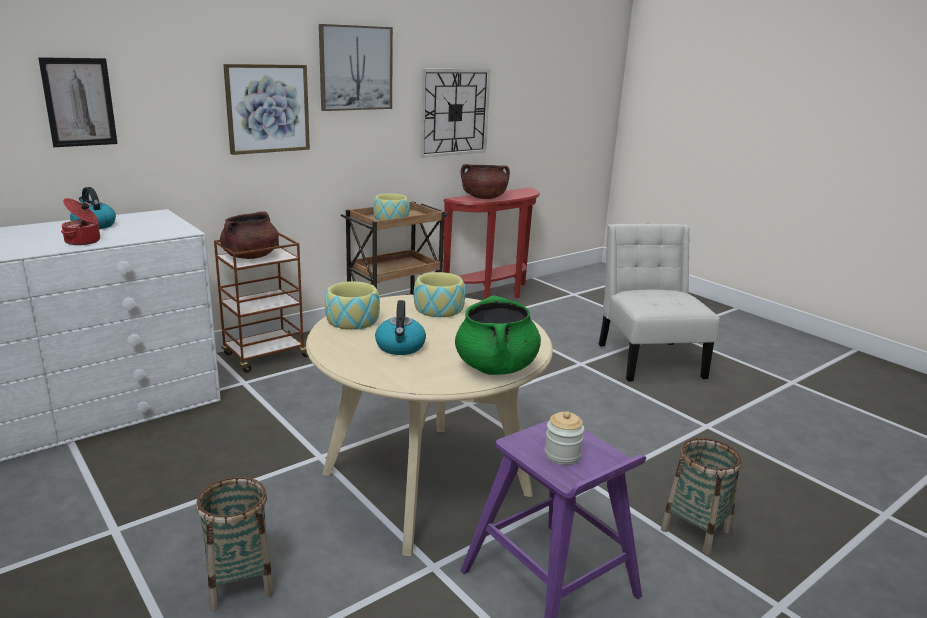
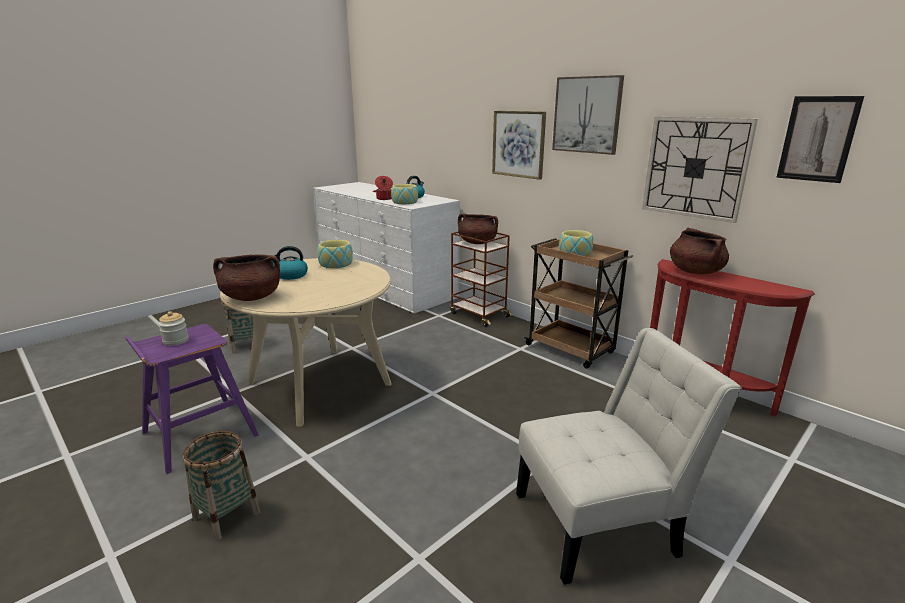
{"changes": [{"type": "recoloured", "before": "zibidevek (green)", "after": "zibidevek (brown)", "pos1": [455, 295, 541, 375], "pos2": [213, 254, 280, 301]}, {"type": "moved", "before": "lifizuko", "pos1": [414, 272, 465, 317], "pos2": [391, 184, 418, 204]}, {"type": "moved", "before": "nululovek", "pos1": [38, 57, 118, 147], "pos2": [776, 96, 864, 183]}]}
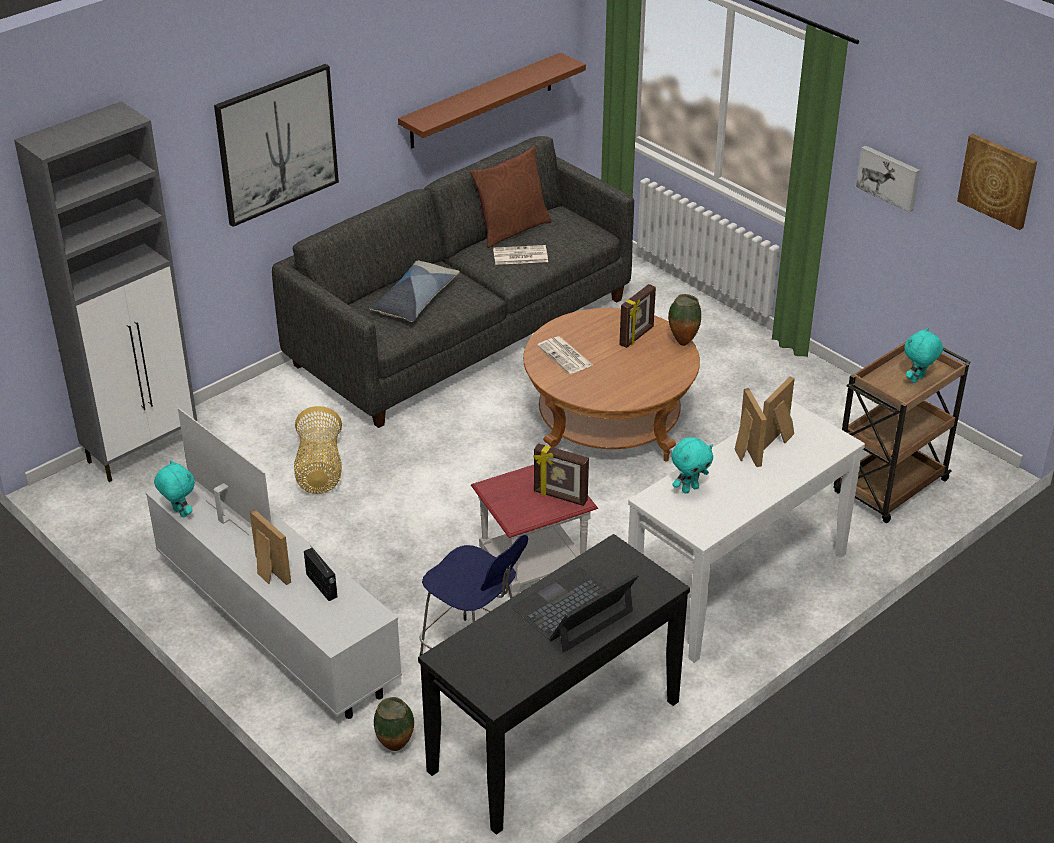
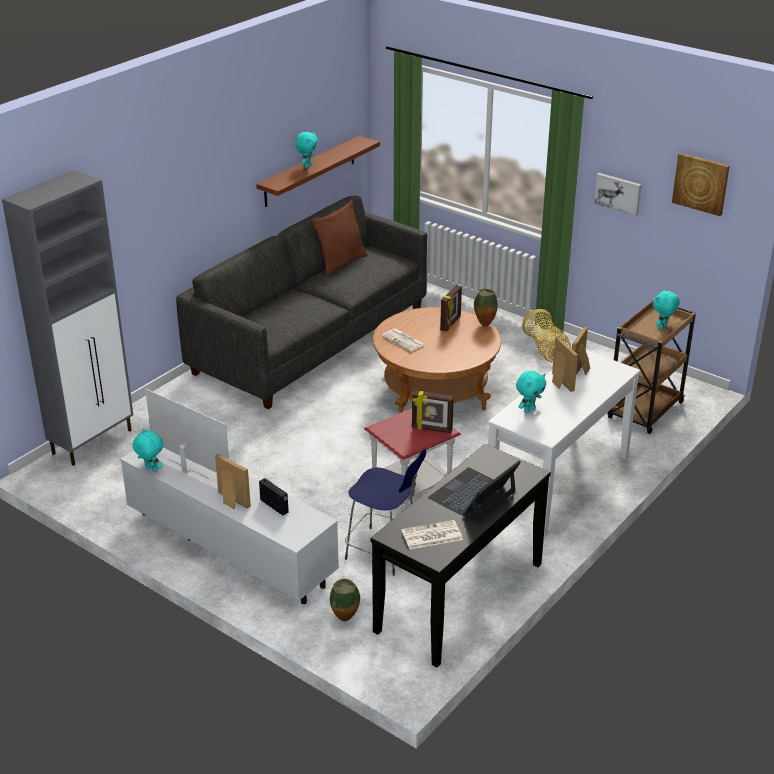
{"changes": [{"type": "added", "after": "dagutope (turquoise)", "pos2": [295, 132, 318, 168]}, {"type": "moved", "before": "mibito", "pos1": [493, 245, 548, 265], "pos2": [402, 520, 463, 549]}, {"type": "moved", "before": "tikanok", "pos1": [294, 406, 342, 494], "pos2": [522, 309, 571, 363]}, {"type": "removed", "before": "nululovek", "pos1": [214, 64, 339, 227]}, {"type": "removed", "before": "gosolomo", "pos1": [369, 260, 460, 322]}]}
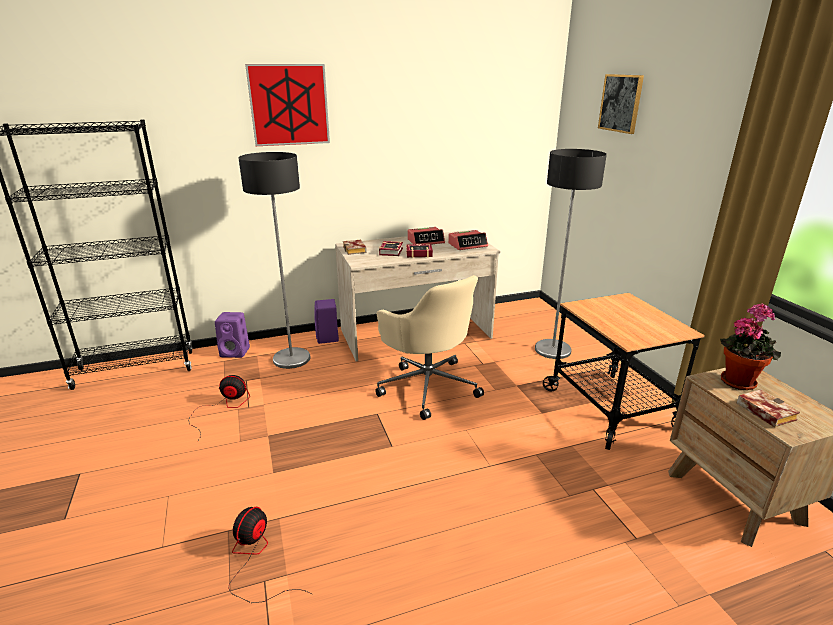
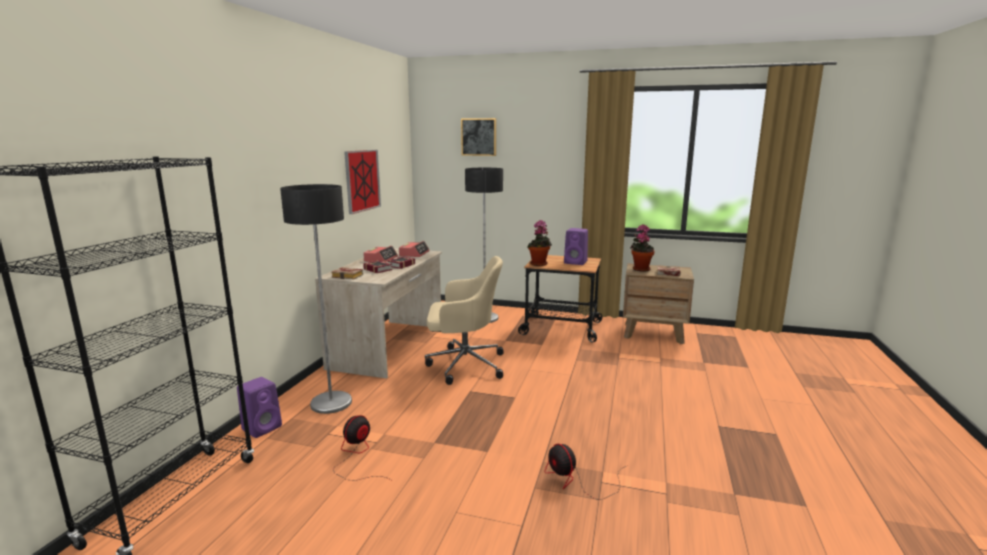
{"changes": [{"type": "moved", "before": "nululovek", "pos1": [245, 64, 330, 146], "pos2": [344, 150, 381, 214]}, {"type": "added", "after": "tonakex", "pos2": [527, 220, 552, 266]}, {"type": "moved", "before": "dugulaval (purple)", "pos1": [314, 299, 339, 344], "pos2": [564, 228, 588, 265]}]}
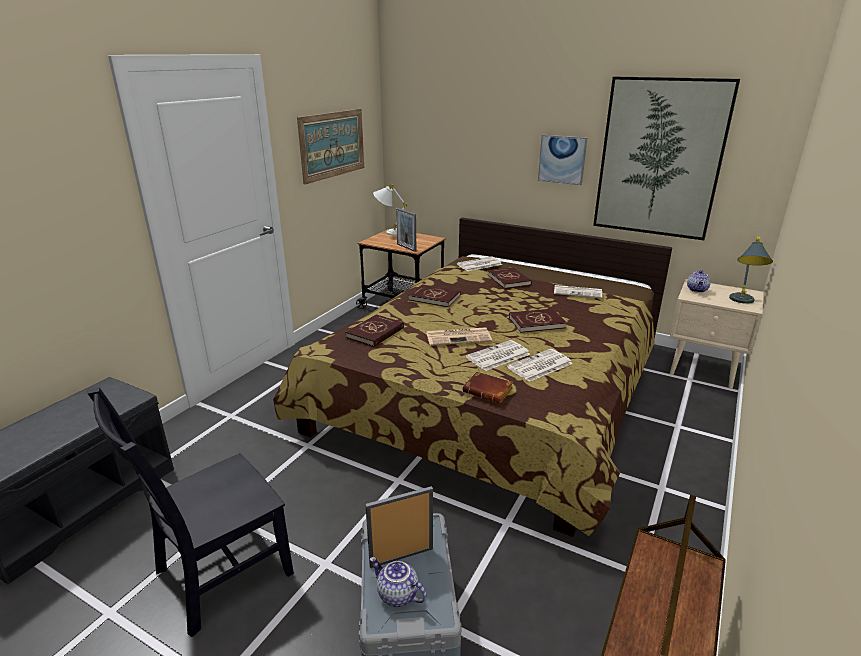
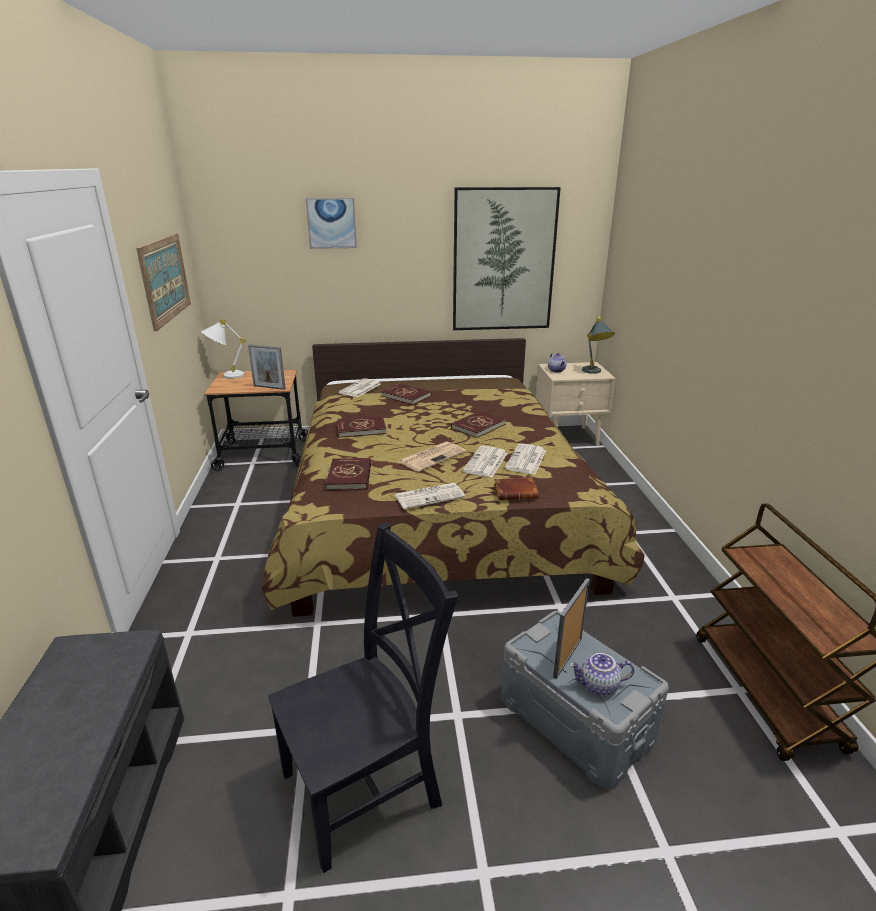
{"changes": [{"type": "turned", "before": "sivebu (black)", "pos1": [87, 388, 294, 637], "pos2": [268, 522, 458, 873], "turn": -135}, {"type": "moved", "before": "nululovek", "pos1": [538, 135, 587, 185], "pos2": [306, 198, 357, 249]}, {"type": "moved", "before": "mibito", "pos1": [554, 285, 602, 298], "pos2": [395, 483, 465, 509]}]}
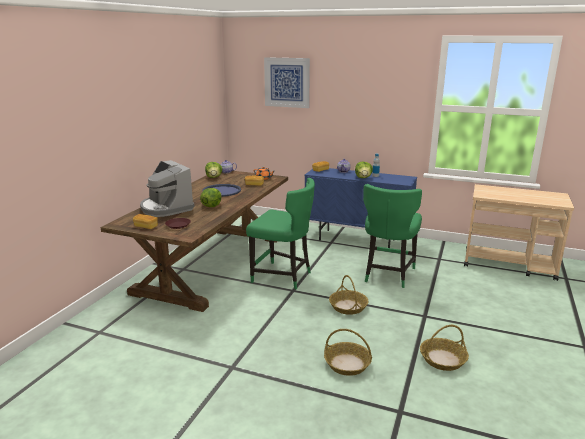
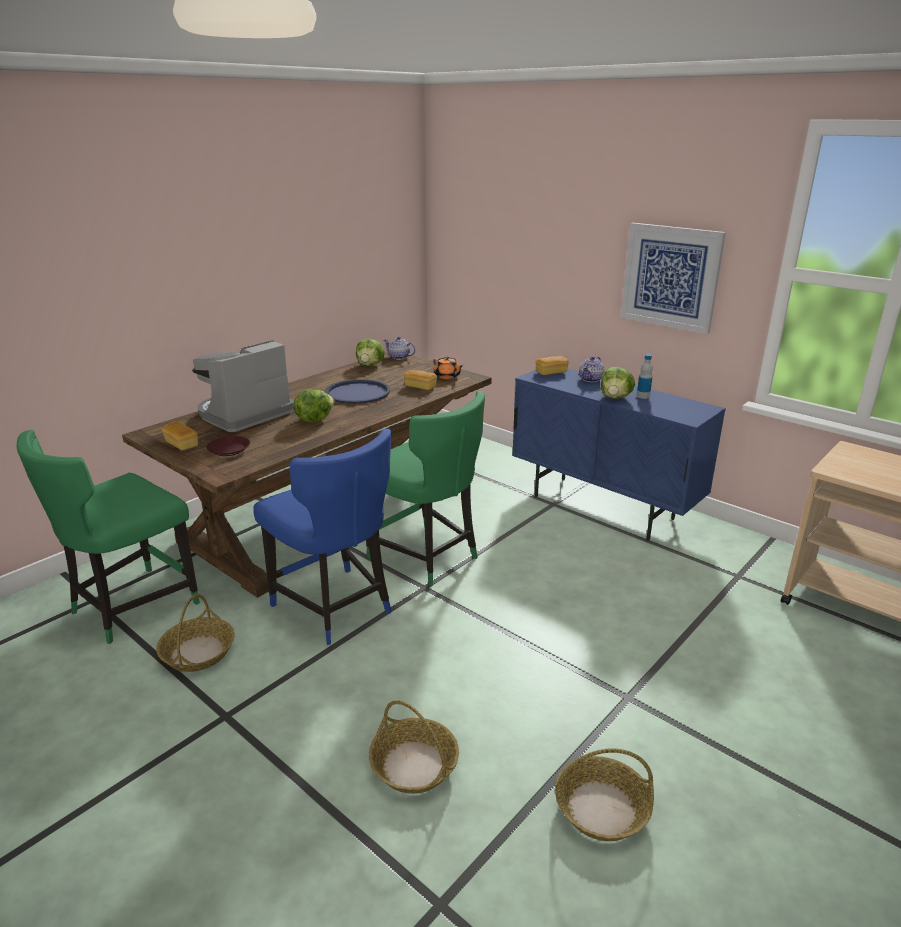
{"changes": [{"type": "moved", "before": "sivebu (green)", "pos1": [363, 184, 422, 288], "pos2": [17, 430, 200, 644]}, {"type": "moved", "before": "tikanok", "pos1": [329, 275, 368, 315], "pos2": [156, 594, 235, 672]}, {"type": "turned", "before": "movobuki", "pos1": [140, 160, 194, 217], "pos2": [192, 340, 294, 432], "turn": 60}, {"type": "added", "after": "sivebu (blue)", "pos2": [253, 429, 392, 645]}, {"type": "moved", "before": "nululovek", "pos1": [264, 57, 310, 108], "pos2": [621, 223, 726, 334]}]}
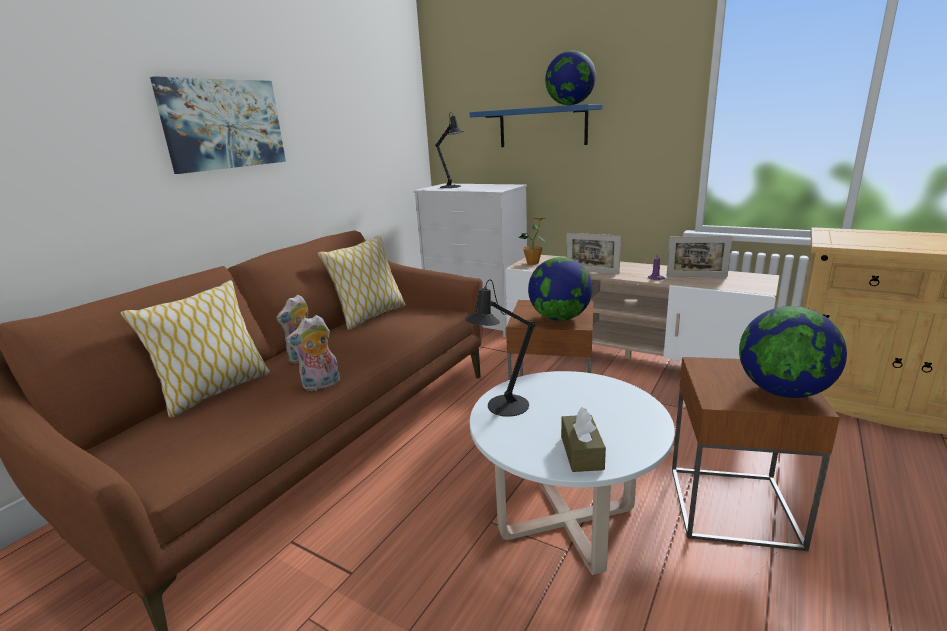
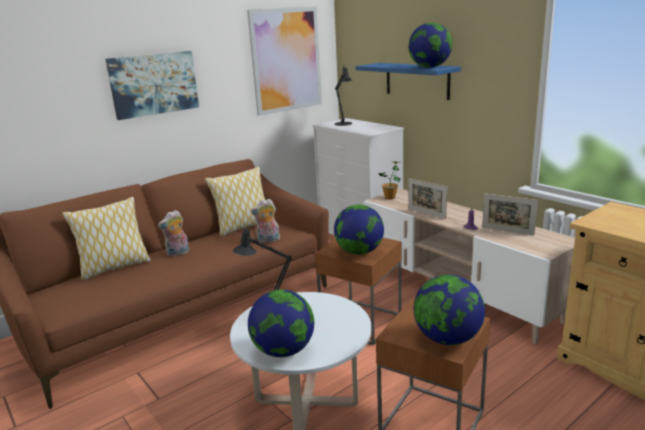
{"changes": [{"type": "added", "after": "nululovek", "pos2": [247, 6, 322, 116]}, {"type": "replaced", "before": "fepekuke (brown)", "after": "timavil", "pos1": [561, 407, 606, 472], "pos2": [248, 290, 314, 357]}, {"type": "moved", "before": "dagutope", "pos1": [286, 315, 340, 391], "pos2": [250, 199, 281, 243]}]}
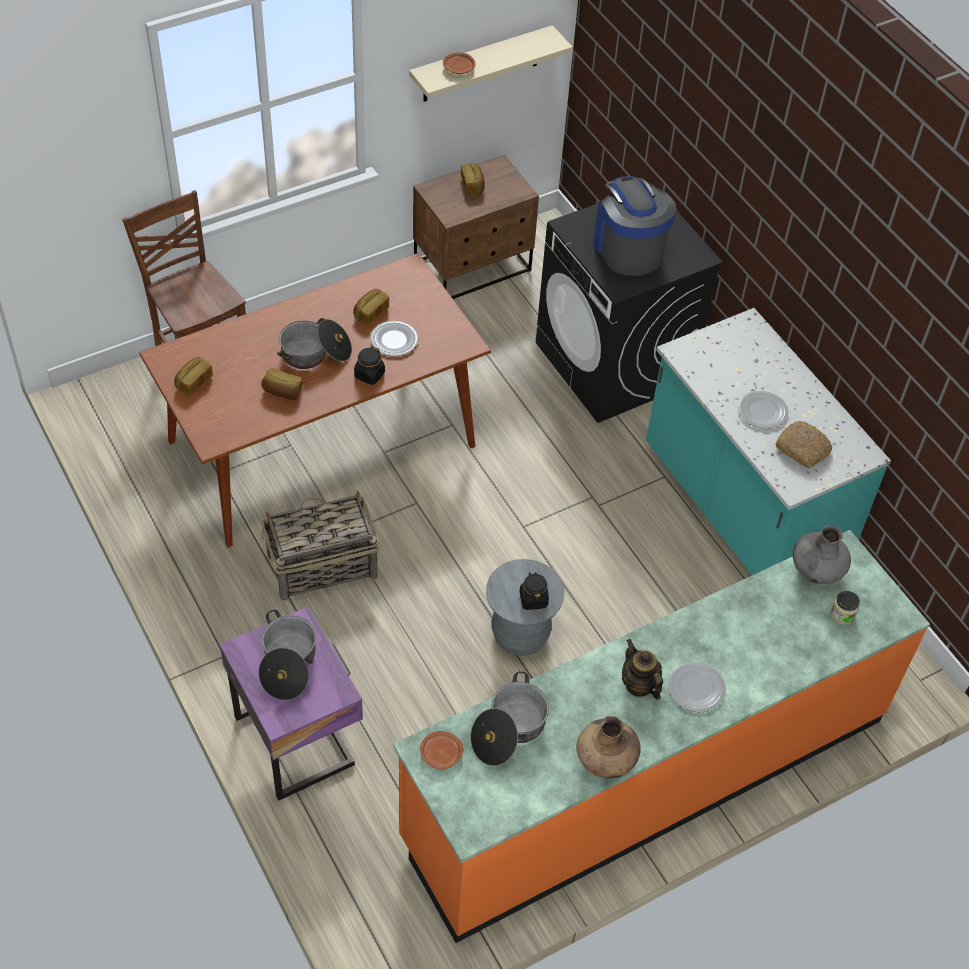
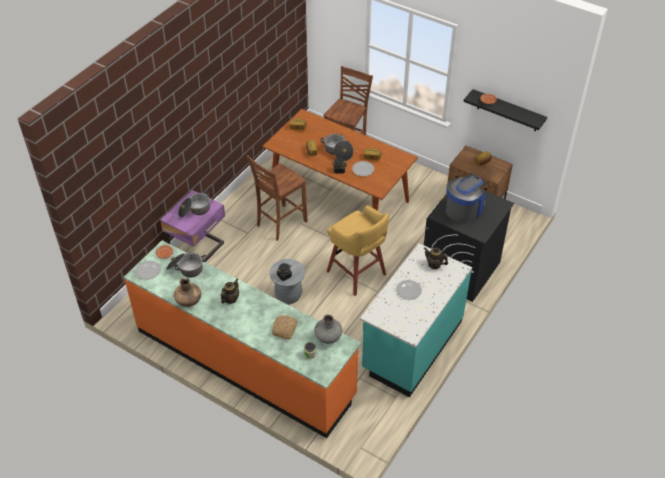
{"changes": [{"type": "moved", "before": "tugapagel", "pos1": [668, 662, 726, 712], "pos2": [136, 261, 161, 280]}, {"type": "replaced", "before": "tikanok", "after": "sivebu (brown)", "pos1": [262, 491, 379, 601], "pos2": [247, 155, 308, 241]}, {"type": "moved", "before": "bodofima", "pos1": [775, 421, 832, 468], "pos2": [272, 315, 297, 339]}, {"type": "added", "after": "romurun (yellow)", "pos2": [327, 205, 389, 296]}, {"type": "added", "after": "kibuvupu", "pos2": [424, 247, 448, 269]}, {"type": "recoloured", "before": "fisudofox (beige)", "after": "fisudofox (black)", "pos1": [409, 25, 573, 102], "pos2": [464, 89, 547, 131]}]}
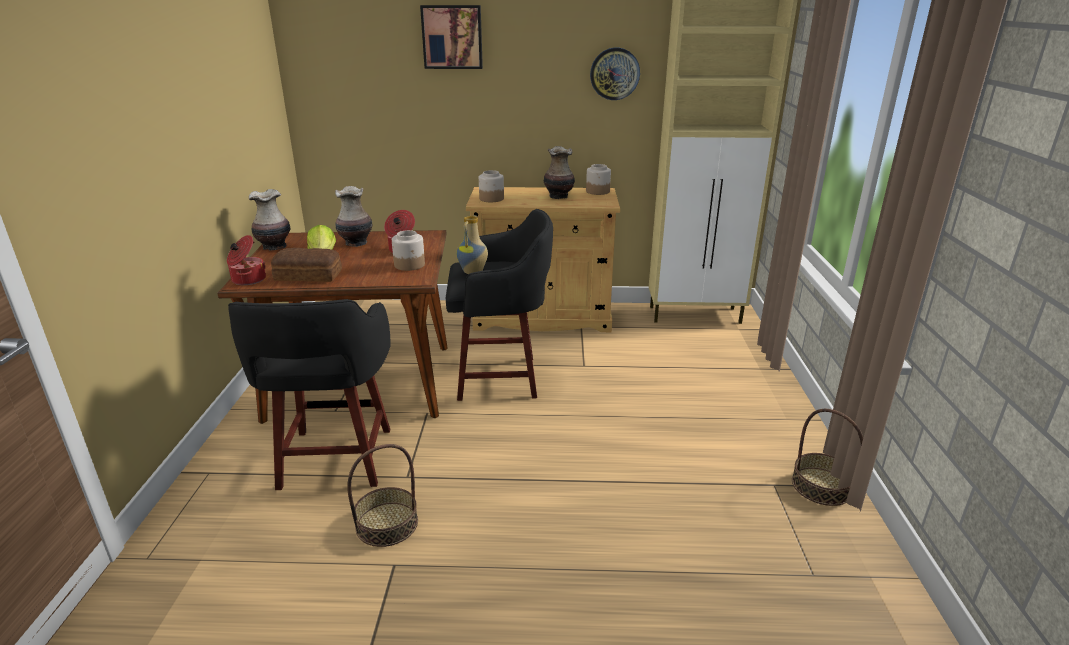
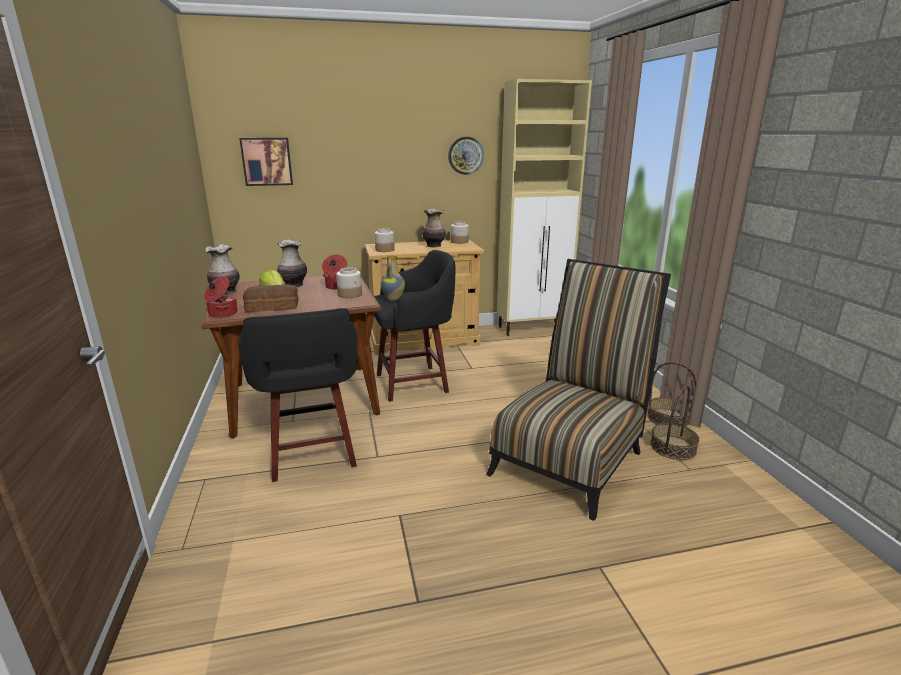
{"changes": [{"type": "moved", "before": "nululovek", "pos1": [420, 5, 483, 69], "pos2": [239, 138, 293, 186]}, {"type": "added", "after": "sivebu", "pos2": [486, 259, 671, 521]}, {"type": "moved", "before": "tikanok", "pos1": [347, 444, 418, 547], "pos2": [650, 385, 699, 460]}]}
